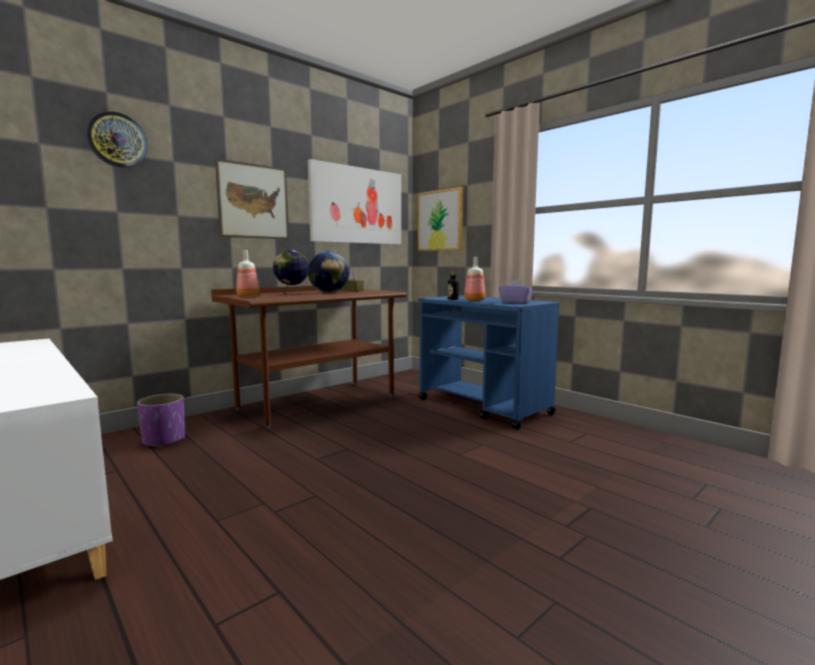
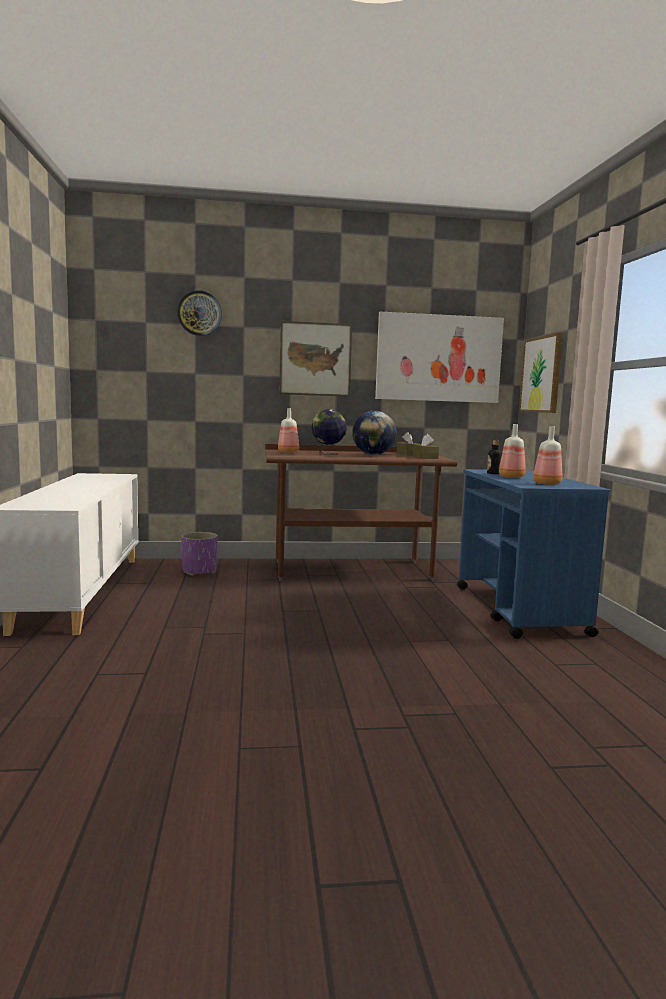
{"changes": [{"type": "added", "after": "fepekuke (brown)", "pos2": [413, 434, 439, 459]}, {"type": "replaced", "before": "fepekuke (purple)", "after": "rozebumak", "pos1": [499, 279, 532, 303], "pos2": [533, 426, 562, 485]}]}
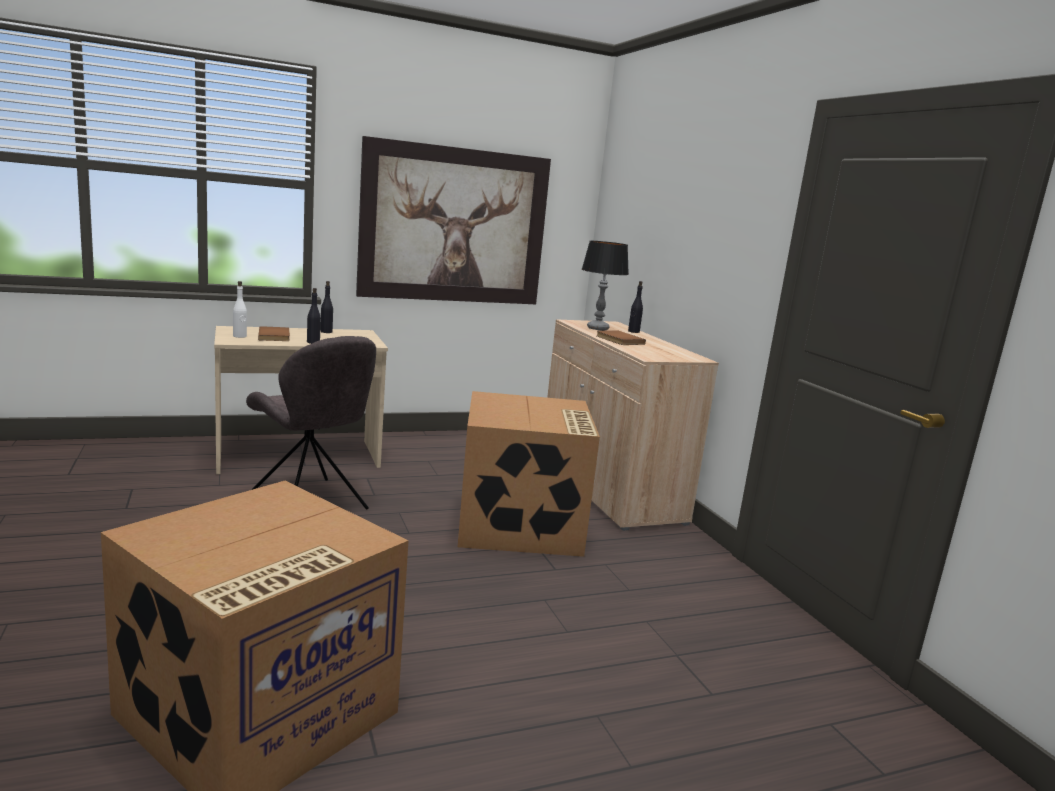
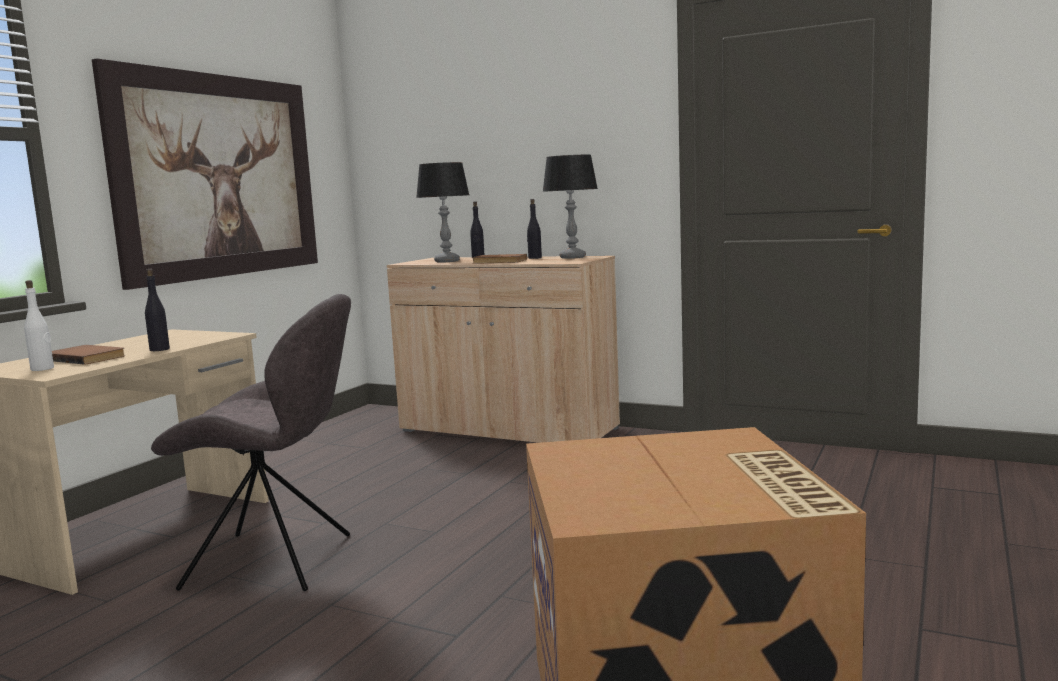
{"changes": [{"type": "moved", "before": "rozebumak (black)", "pos1": [320, 281, 333, 333], "pos2": [527, 199, 542, 259]}, {"type": "added", "after": "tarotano", "pos2": [542, 155, 598, 259]}, {"type": "removed", "before": "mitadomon", "pos1": [458, 391, 600, 557]}]}
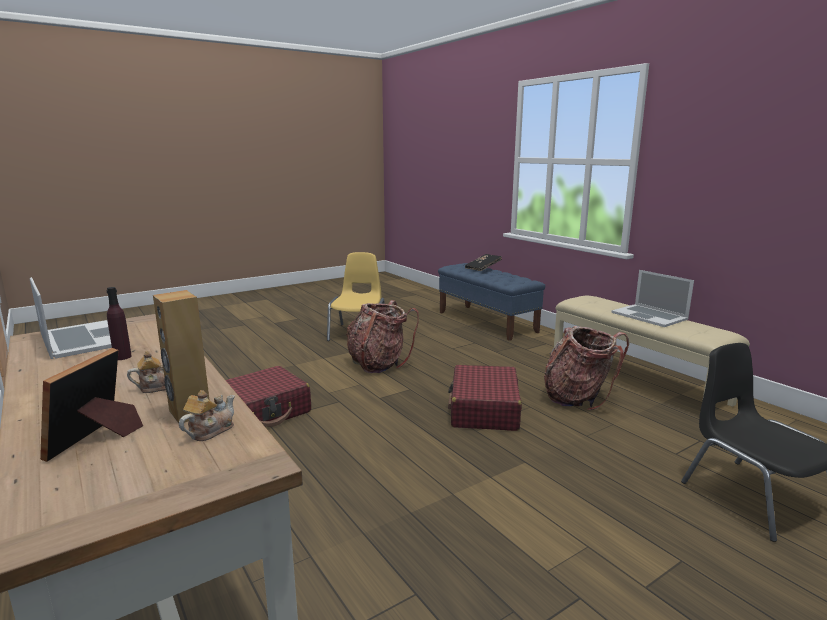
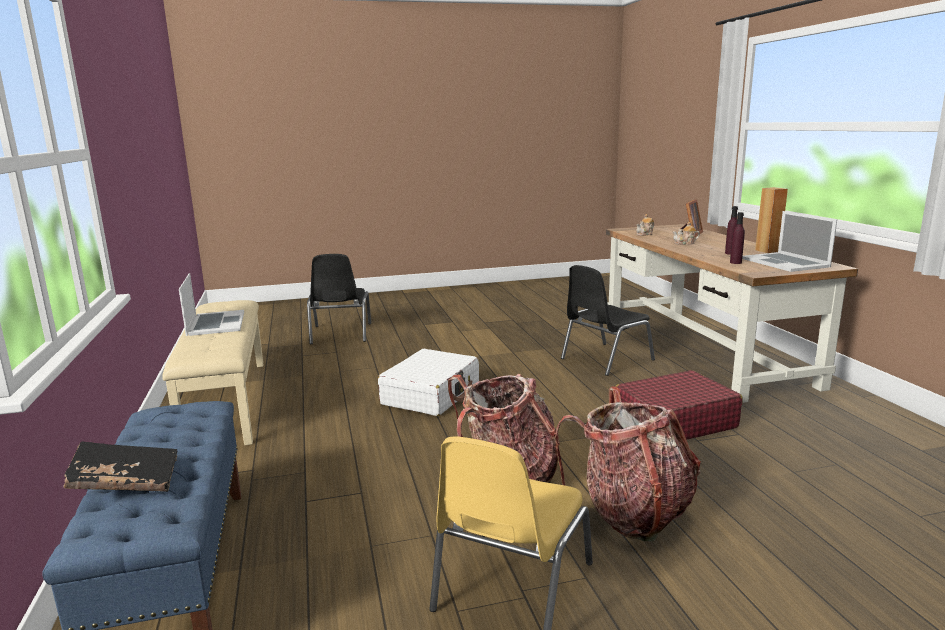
{"changes": [{"type": "recoloured", "before": "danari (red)", "after": "danari (white)", "pos1": [448, 365, 522, 431], "pos2": [378, 349, 479, 416]}, {"type": "moved", "before": "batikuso", "pos1": [544, 326, 629, 410], "pos2": [555, 386, 701, 541]}, {"type": "added", "after": "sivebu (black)", "pos2": [561, 265, 655, 376]}, {"type": "added", "after": "rozebumak (purple)", "pos2": [730, 212, 745, 264]}, {"type": "moved", "before": "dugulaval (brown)", "pos1": [153, 290, 209, 423], "pos2": [755, 187, 788, 253]}]}
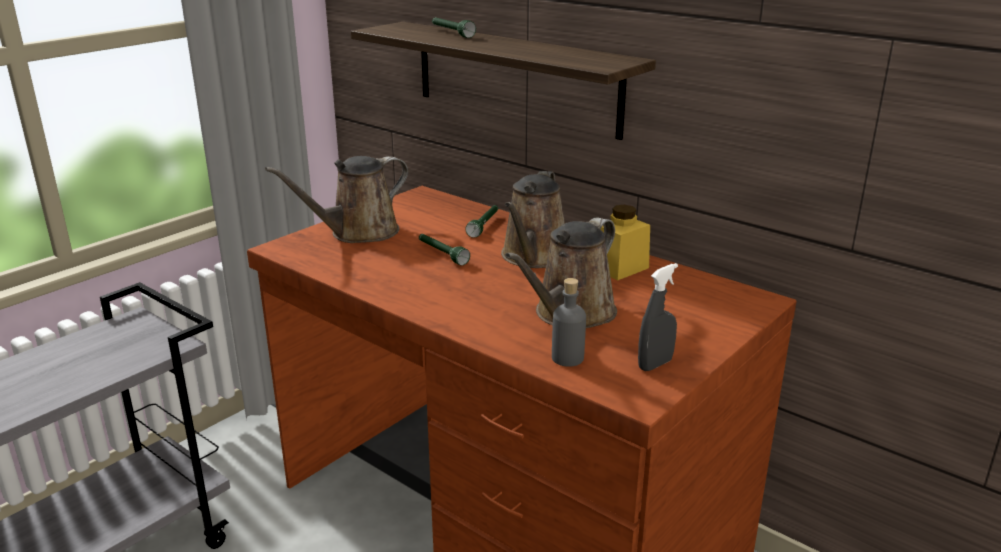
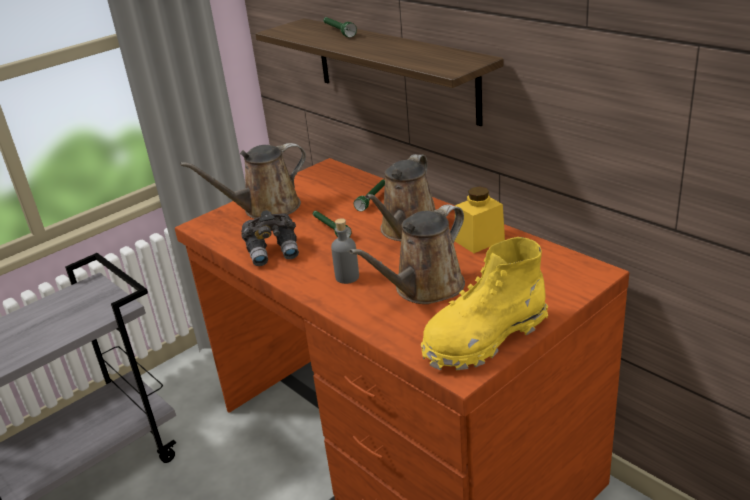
{"changes": [{"type": "added", "after": "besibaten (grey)", "pos2": [241, 210, 299, 266]}, {"type": "moved", "before": "rozebumak (grey)", "pos1": [552, 278, 586, 367], "pos2": [331, 218, 359, 284]}, {"type": "replaced", "before": "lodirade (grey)", "after": "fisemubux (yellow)", "pos1": [638, 263, 678, 371], "pos2": [421, 237, 548, 371]}]}
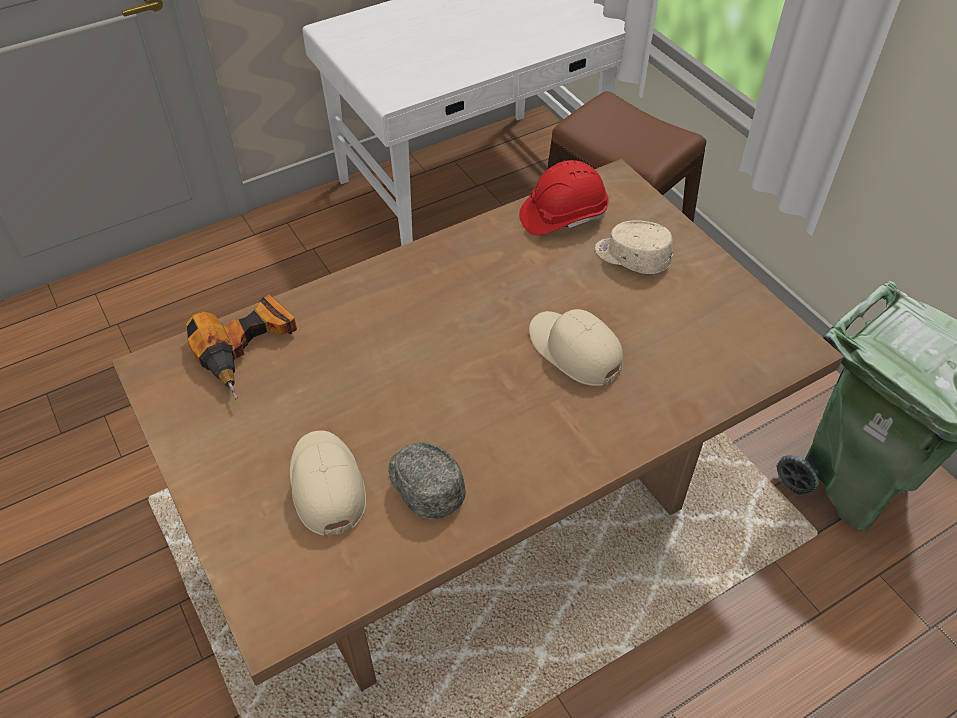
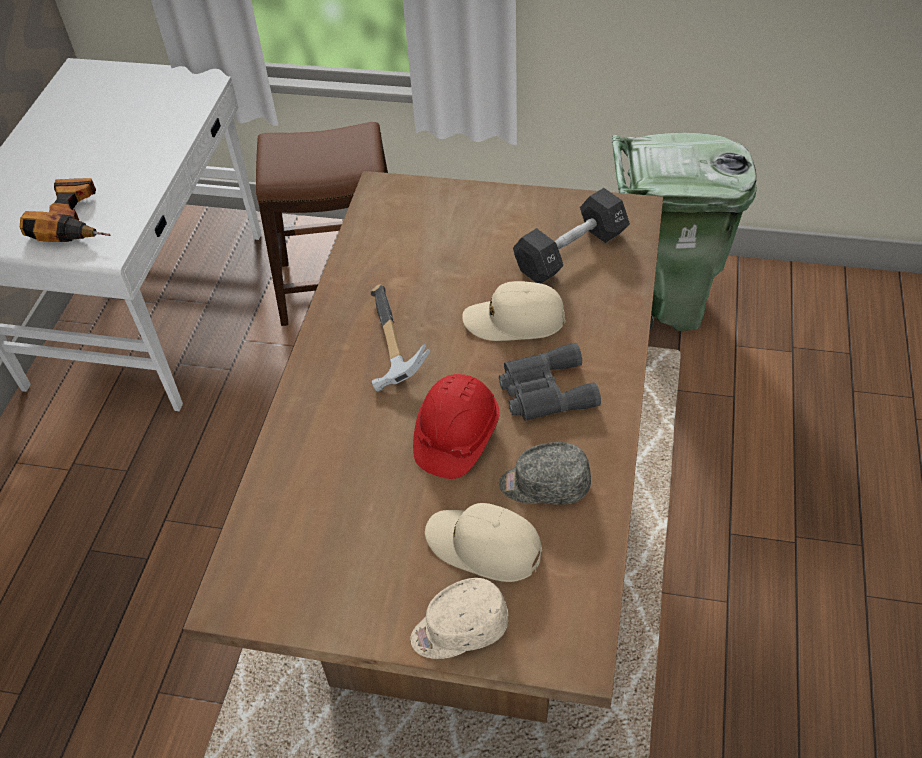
{"changes": [{"type": "moved", "before": "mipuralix", "pos1": [186, 294, 297, 400], "pos2": [20, 178, 110, 242]}, {"type": "added", "after": "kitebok", "pos2": [371, 285, 430, 392]}, {"type": "moved", "before": "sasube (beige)", "pos1": [595, 220, 673, 274], "pos2": [410, 578, 509, 659]}, {"type": "moved", "before": "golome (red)", "pos1": [519, 160, 609, 236], "pos2": [413, 374, 500, 479]}, {"type": "added", "after": "besibaten (grey)", "pos2": [499, 343, 601, 421]}, {"type": "added", "after": "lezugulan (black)", "pos2": [513, 188, 630, 284]}]}
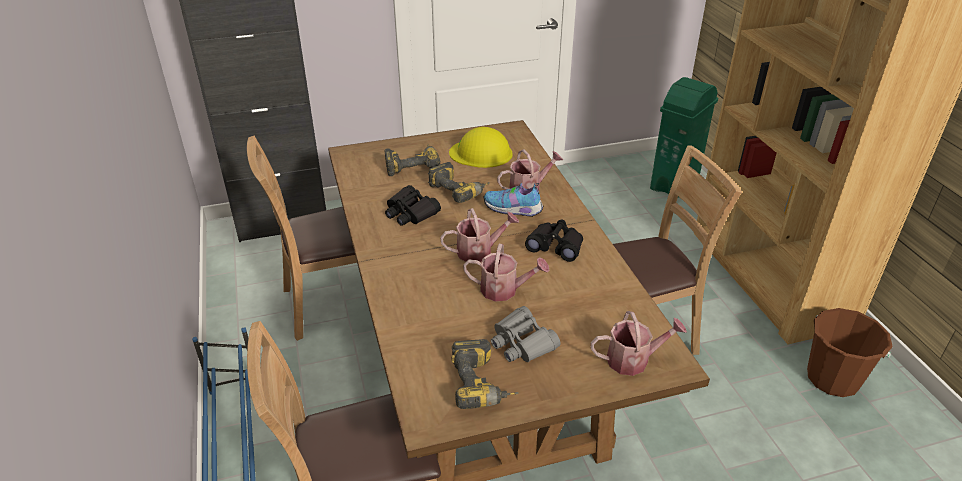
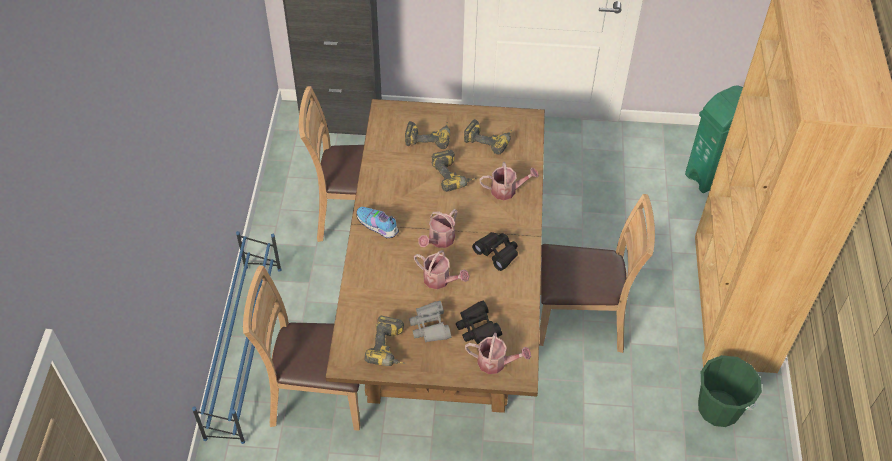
{"changes": [{"type": "moved", "before": "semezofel", "pos1": [483, 183, 543, 217], "pos2": [356, 207, 399, 238]}, {"type": "turned", "before": "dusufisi", "pos1": [440, 208, 519, 262], "pos2": [418, 209, 458, 248], "turn": 120}, {"type": "moved", "before": "besibaten (black)", "pos1": [385, 185, 441, 226], "pos2": [456, 301, 502, 344]}, {"type": "replaced", "before": "golome (yellow)", "after": "mipuralix", "pos1": [449, 127, 513, 168], "pos2": [464, 119, 512, 155]}, {"type": "recoloured", "before": "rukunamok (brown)", "after": "rukunamok (green)", "pos1": [807, 308, 893, 397], "pos2": [698, 355, 762, 427]}]}
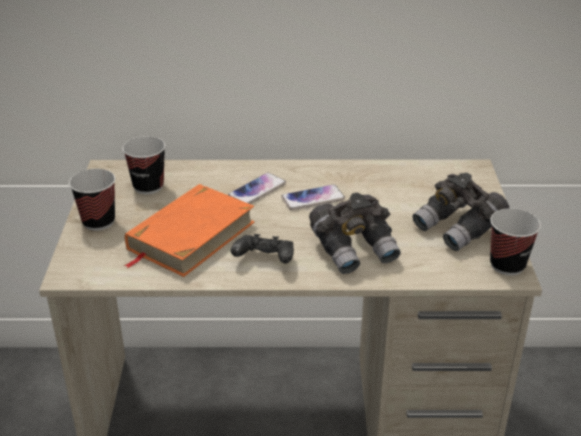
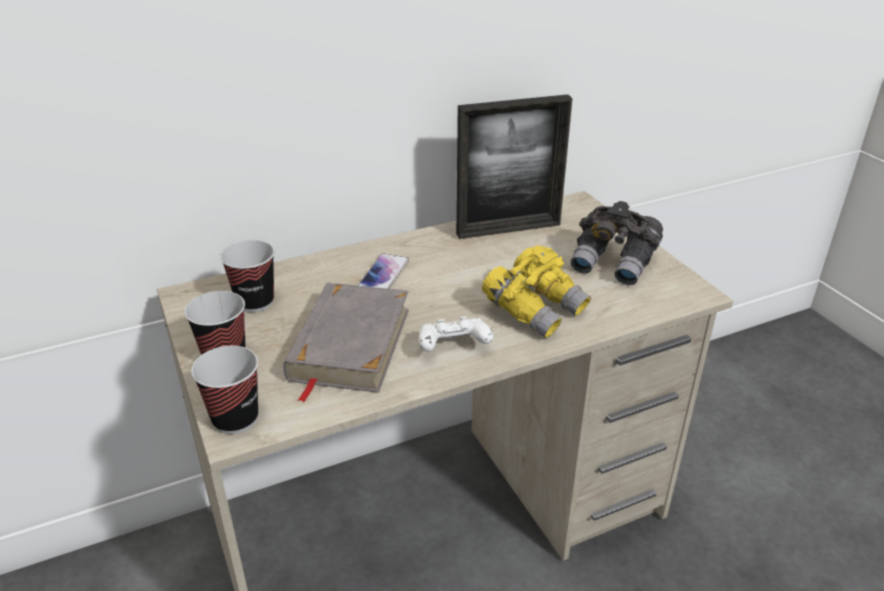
{"changes": [{"type": "moved", "before": "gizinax", "pos1": [490, 208, 541, 276], "pos2": [191, 346, 258, 434]}, {"type": "recoloured", "before": "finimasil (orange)", "after": "finimasil (grey)", "pos1": [124, 184, 254, 277], "pos2": [283, 282, 409, 403]}, {"type": "recoloured", "before": "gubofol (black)", "after": "gubofol (white)", "pos1": [231, 234, 294, 264], "pos2": [419, 316, 493, 352]}, {"type": "added", "after": "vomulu", "pos2": [456, 94, 572, 239]}, {"type": "recoloured", "before": "besibaten (grey)", "after": "besibaten (yellow)", "pos1": [309, 193, 401, 274], "pos2": [482, 245, 591, 339]}, {"type": "removed", "before": "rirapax", "pos1": [281, 184, 345, 210]}]}
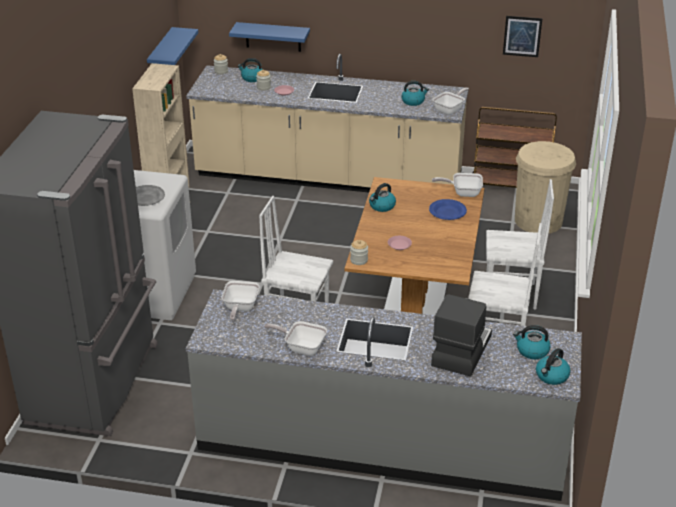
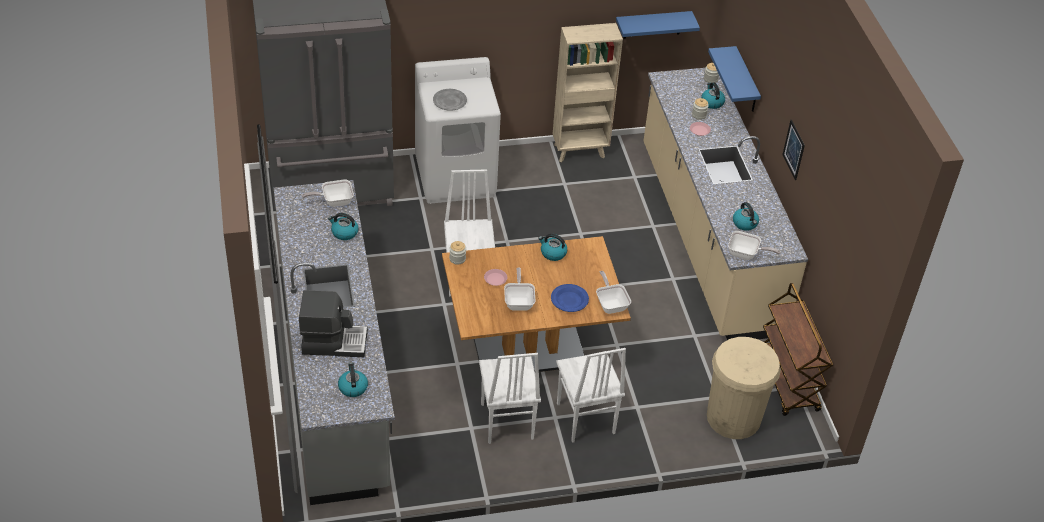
{"changes": [{"type": "moved", "before": "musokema", "pos1": [536, 348, 571, 385], "pos2": [328, 213, 358, 240]}, {"type": "moved", "before": "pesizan", "pos1": [264, 321, 327, 356], "pos2": [504, 268, 536, 311]}, {"type": "moved", "before": "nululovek", "pos1": [503, 16, 542, 57], "pos2": [782, 120, 805, 180]}]}
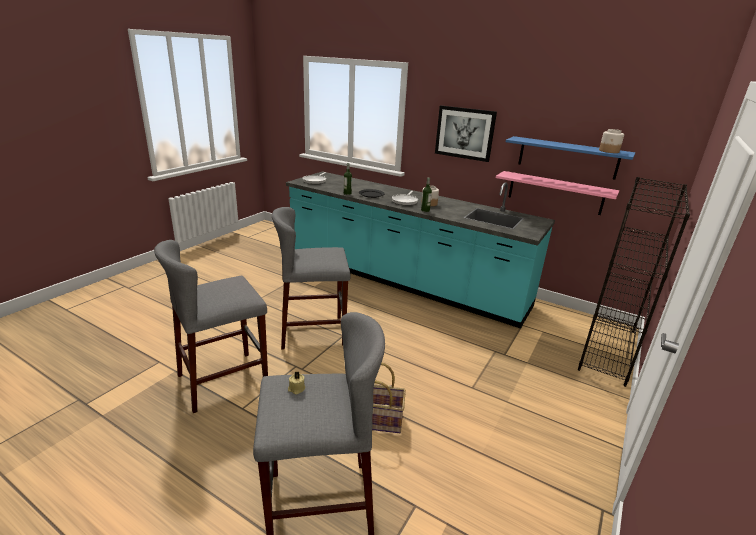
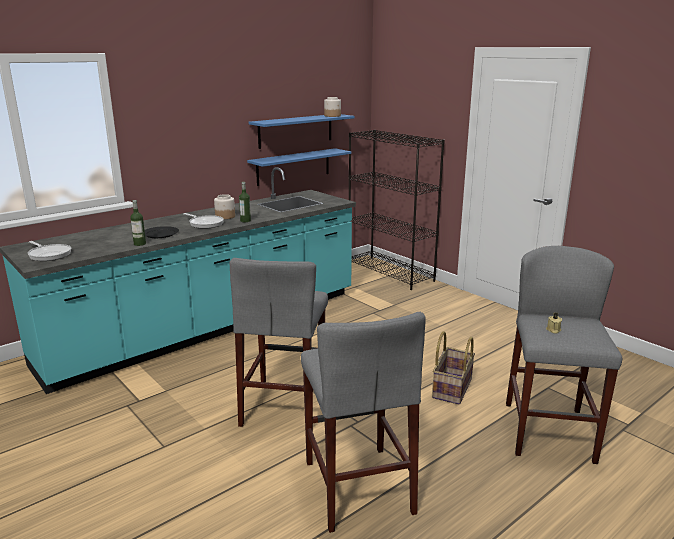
{"changes": [{"type": "recoloured", "before": "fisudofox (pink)", "after": "fisudofox (blue)", "pos1": [496, 171, 619, 215], "pos2": [247, 148, 351, 186]}, {"type": "removed", "before": "nululovek", "pos1": [435, 105, 497, 162]}]}
